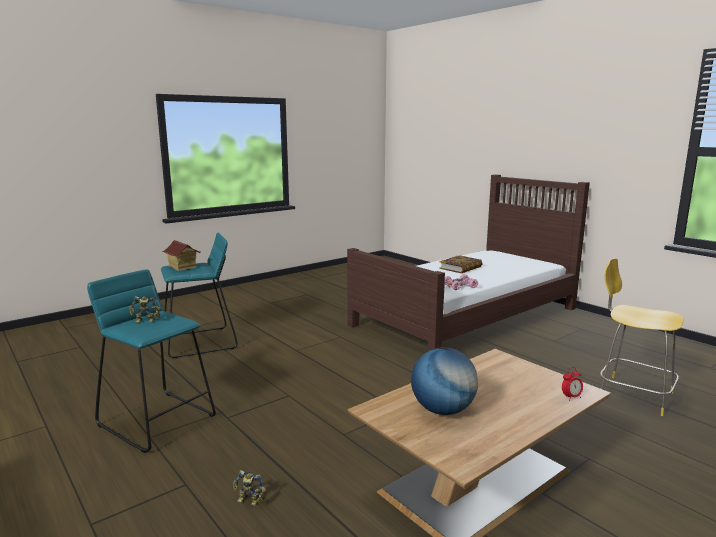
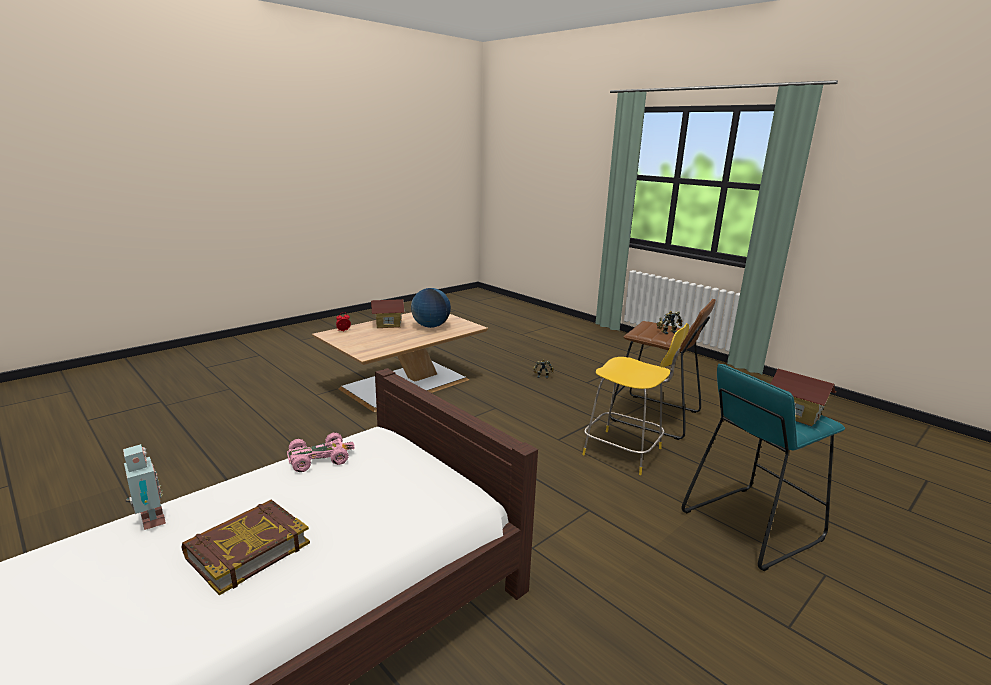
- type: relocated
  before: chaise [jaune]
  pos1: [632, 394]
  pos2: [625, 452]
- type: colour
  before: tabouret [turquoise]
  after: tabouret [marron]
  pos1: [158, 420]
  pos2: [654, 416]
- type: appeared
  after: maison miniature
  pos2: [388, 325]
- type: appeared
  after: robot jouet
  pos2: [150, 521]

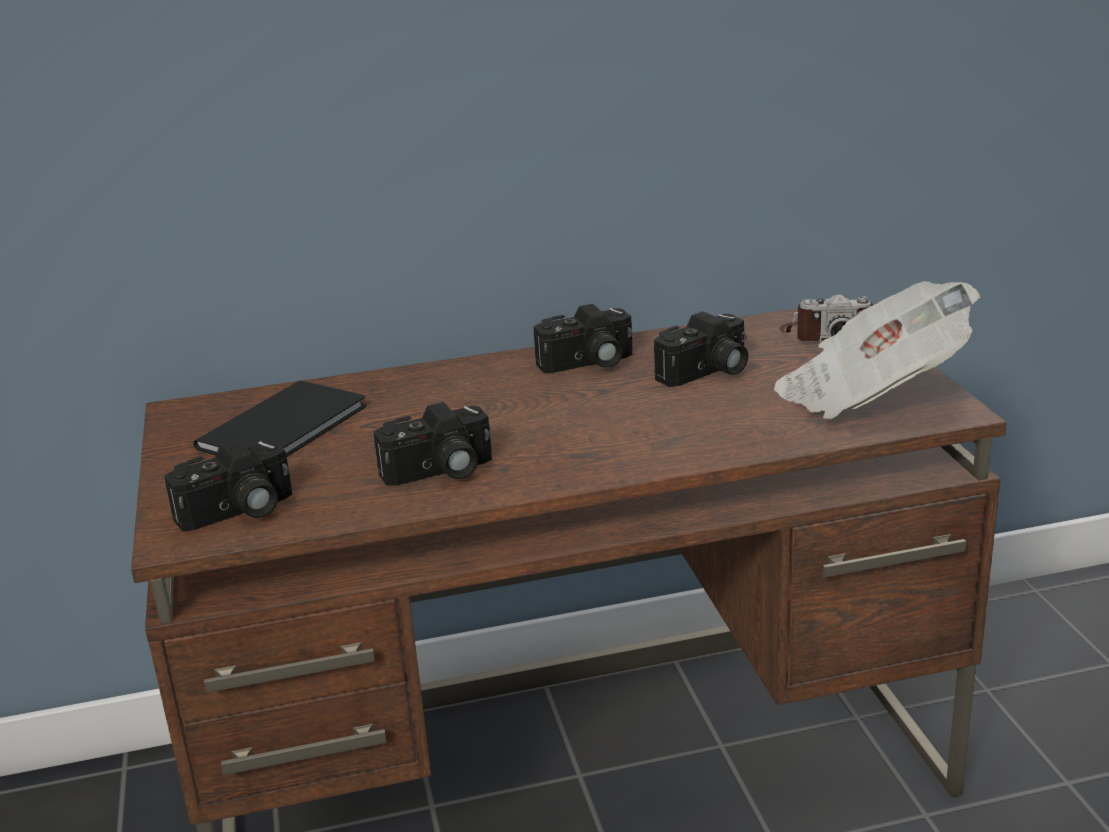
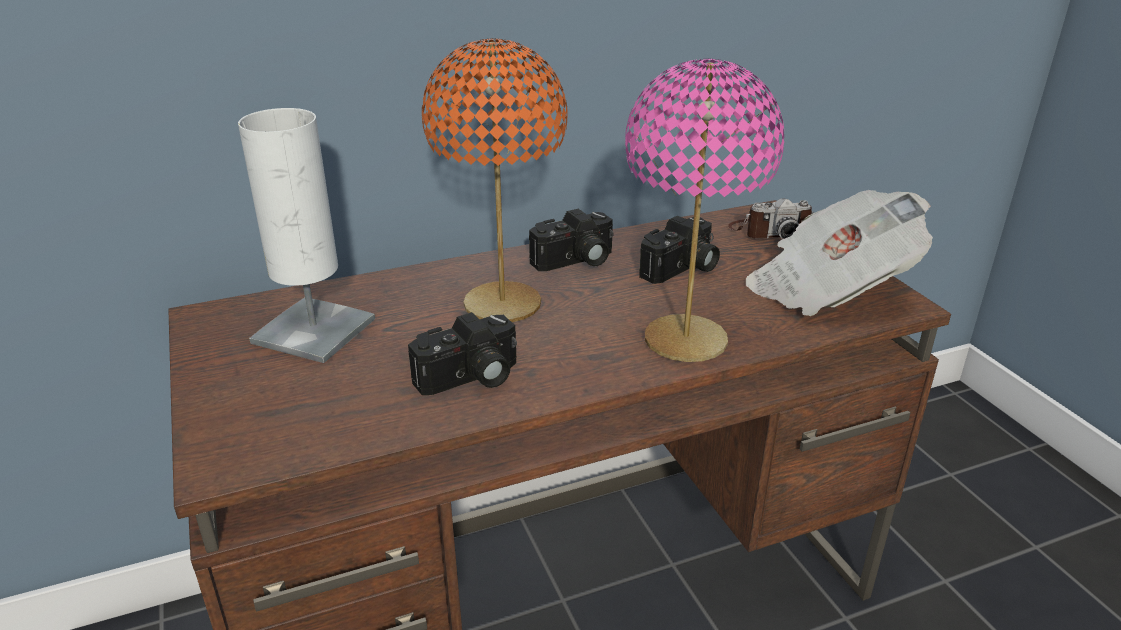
- type: exchanged
  before: livre [noir]
  after: lampe de table [blanc]
  pos1: [289, 426]
  pos2: [314, 331]
- type: missing
  before: appareil photo
  pos1: [238, 512]
- type: appeared
  after: lampe de table [orange]
  pos2: [501, 305]
- type: appeared
  after: lampe de table [rose]
  pos2: [687, 341]

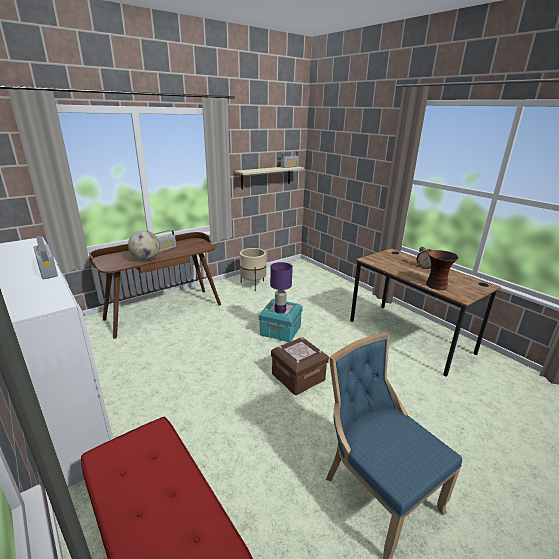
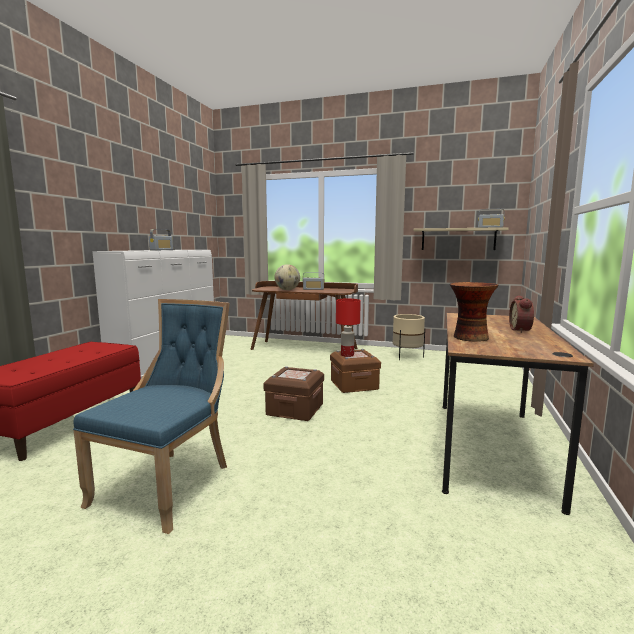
- type: colour
  before: lampe de table [violet]
  after: lampe de table [rouge]
  pos1: [280, 311]
  pos2: [347, 355]
- type: colour
  before: boîte de rangement [turquoise]
  after: boîte de rangement [marron]
  pos1: [280, 330]
  pos2: [354, 385]

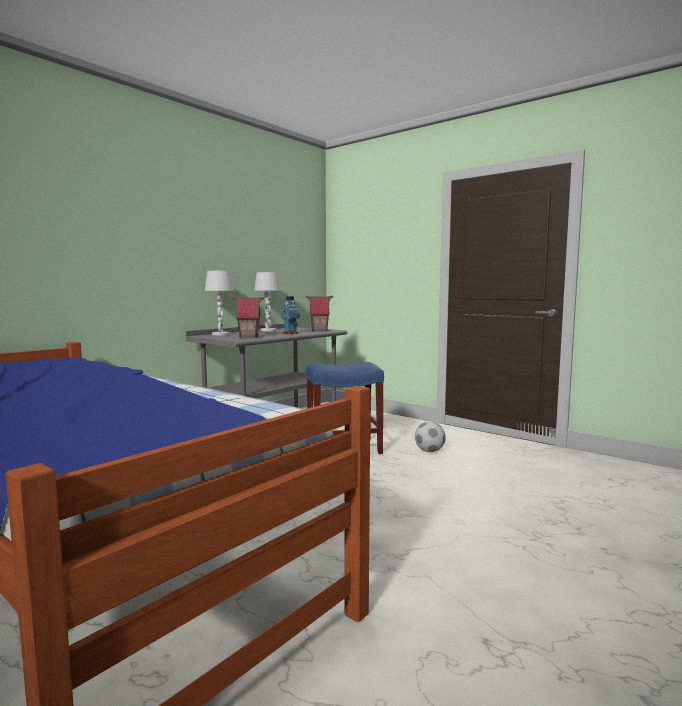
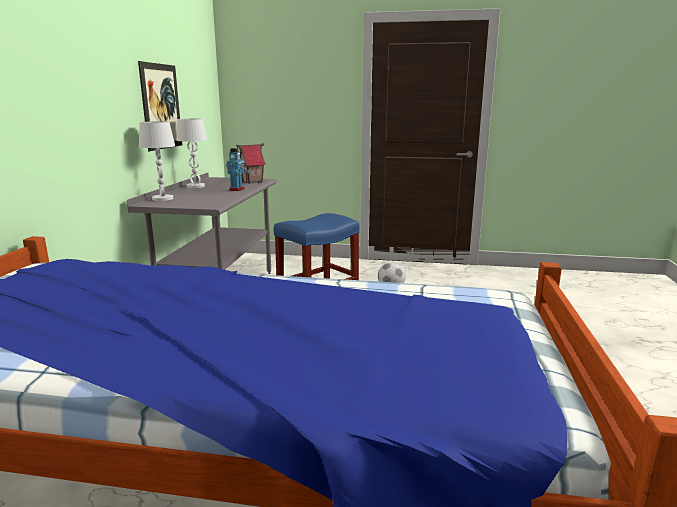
- type: missing
  before: maison miniature
  pos1: [248, 337]
- type: appeared
  after: tableau
  pos2: [161, 106]

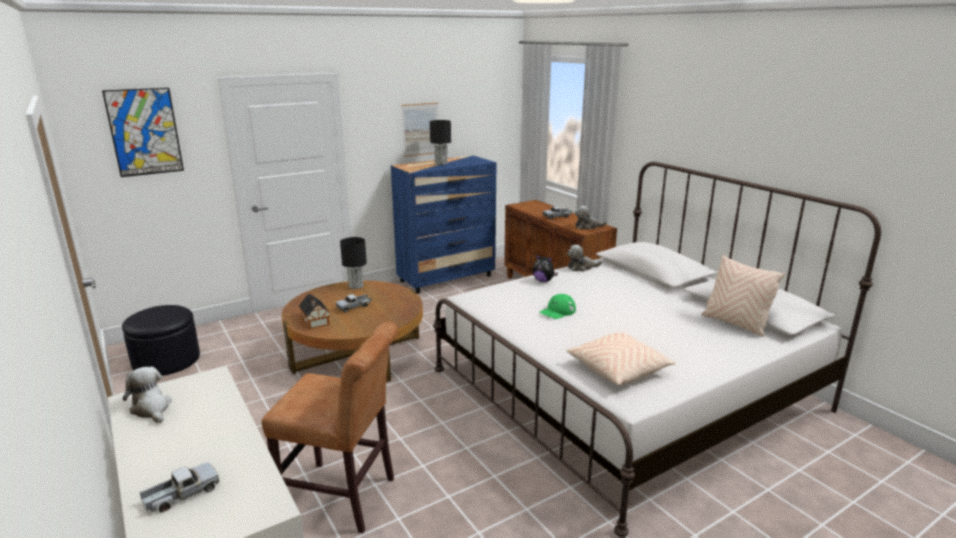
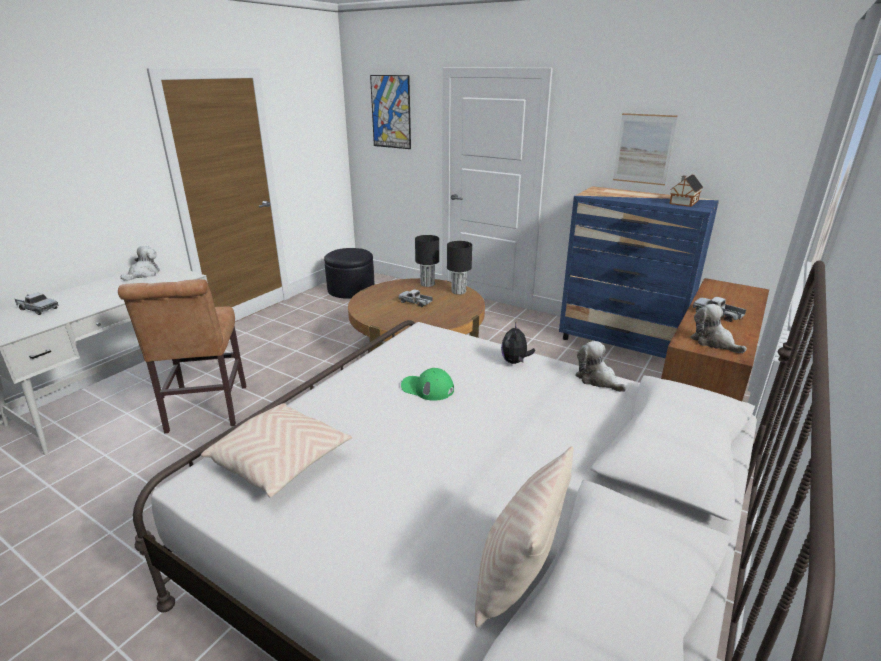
- type: relocated
  before: lampe de table [noir]
  pos1: [441, 163]
  pos2: [427, 284]
- type: relocated
  before: maison miniature
  pos1: [315, 321]
  pos2: [683, 202]

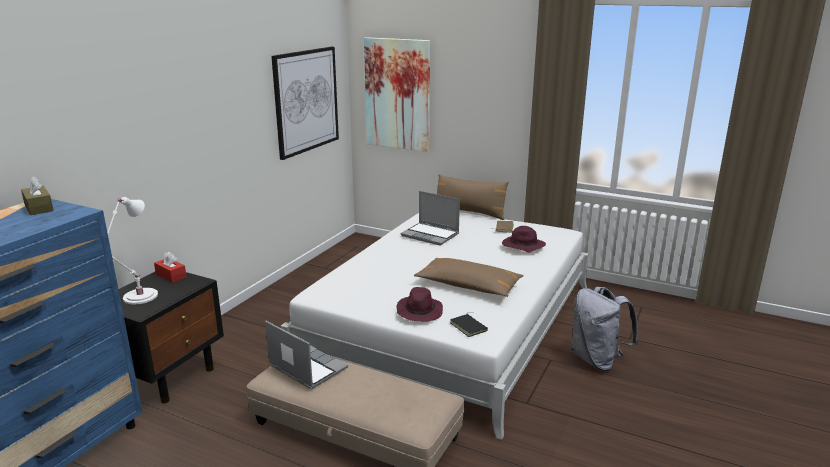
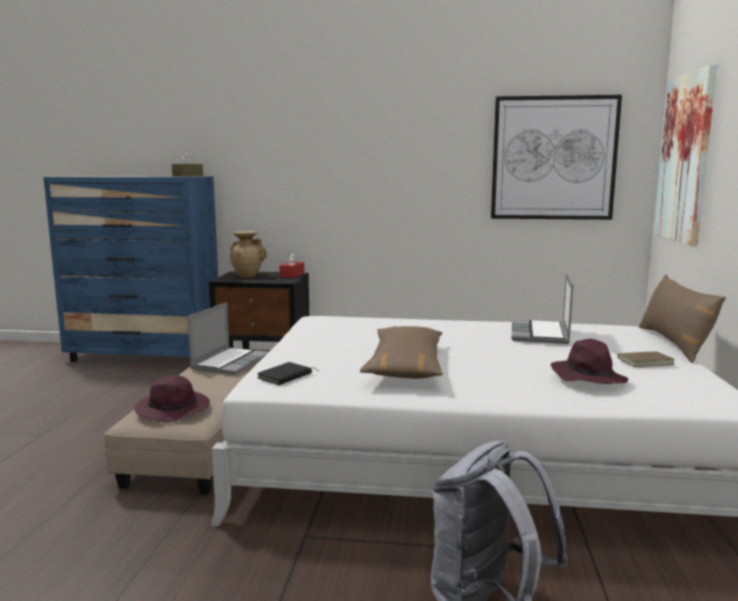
- type: exchanged
  before: lampe de table [blanc]
  after: vase [beige]
  pos1: [138, 298]
  pos2: [247, 276]
- type: relocated
  before: chapeau [violet]
  pos1: [419, 312]
  pos2: [174, 410]

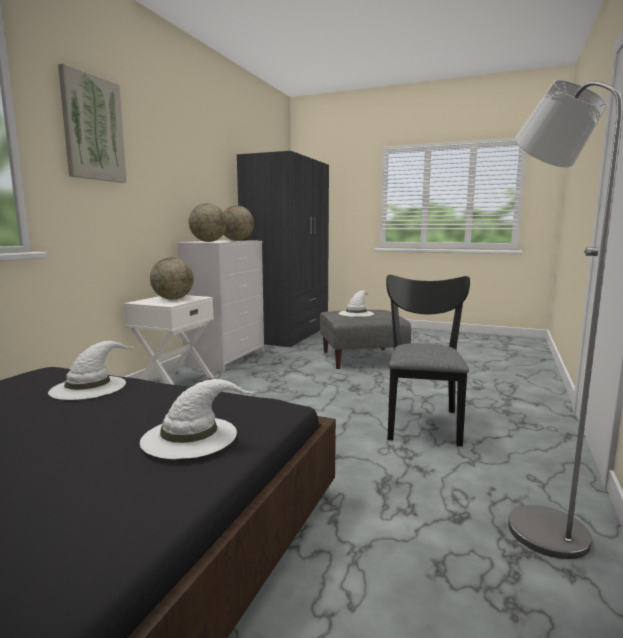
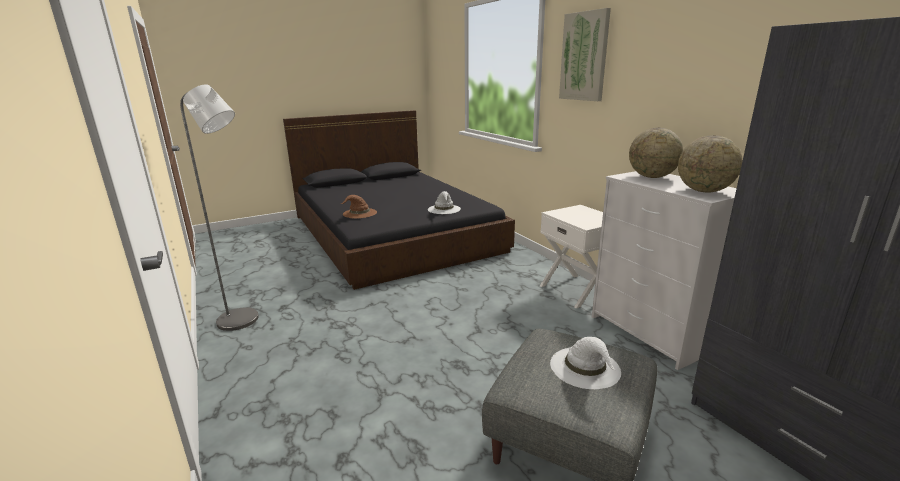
- type: missing
  before: globe
  pos1: [173, 299]
- type: missing
  before: chaise [noir]
  pos1: [422, 421]
- type: colour
  before: chapeau [blanc]
  after: chapeau [marron]
  pos1: [191, 436]
  pos2: [359, 213]

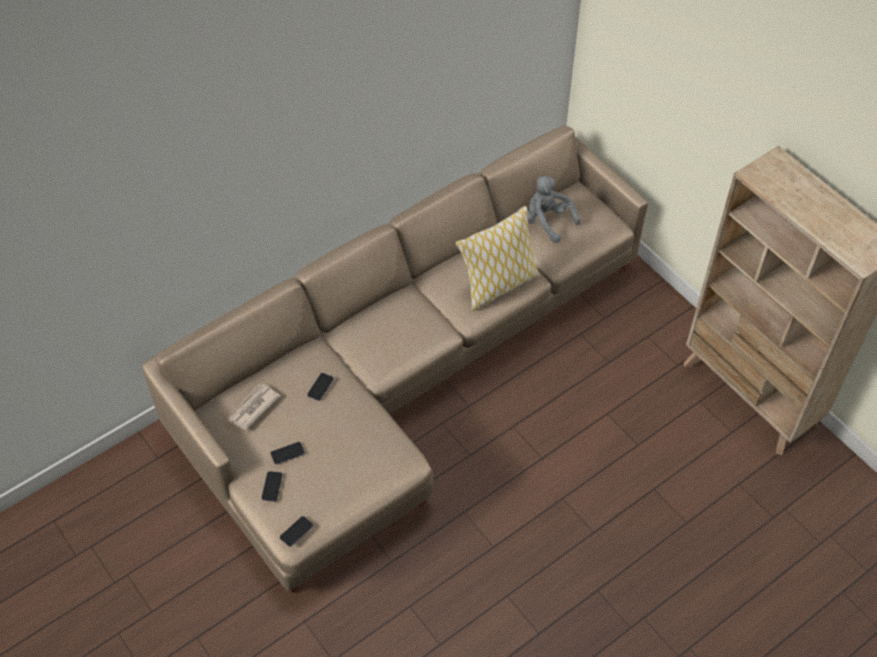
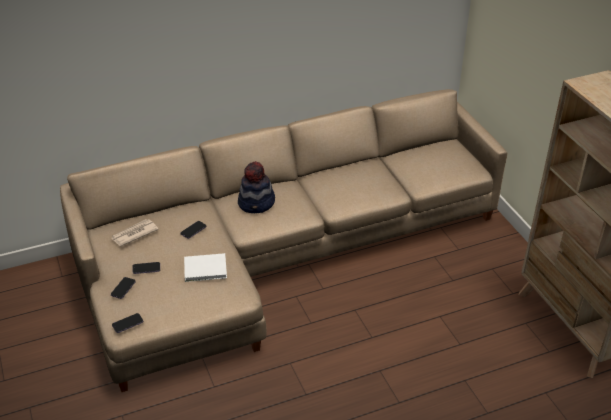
- type: missing
  before: peluche [gris]
  pos1: [547, 221]
- type: missing
  before: coussin
  pos1: [498, 285]
- type: appeared
  after: chapeau
  pos2: [257, 203]
- type: appeared
  after: livre [blanc]
  pos2: [206, 269]

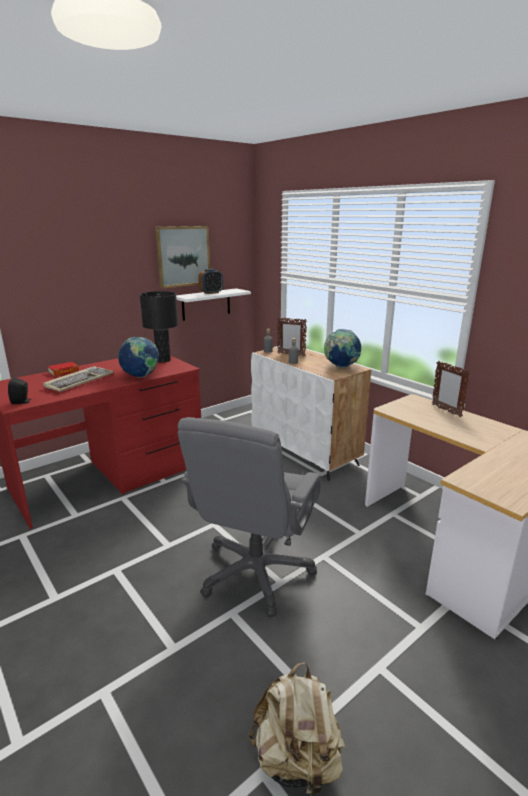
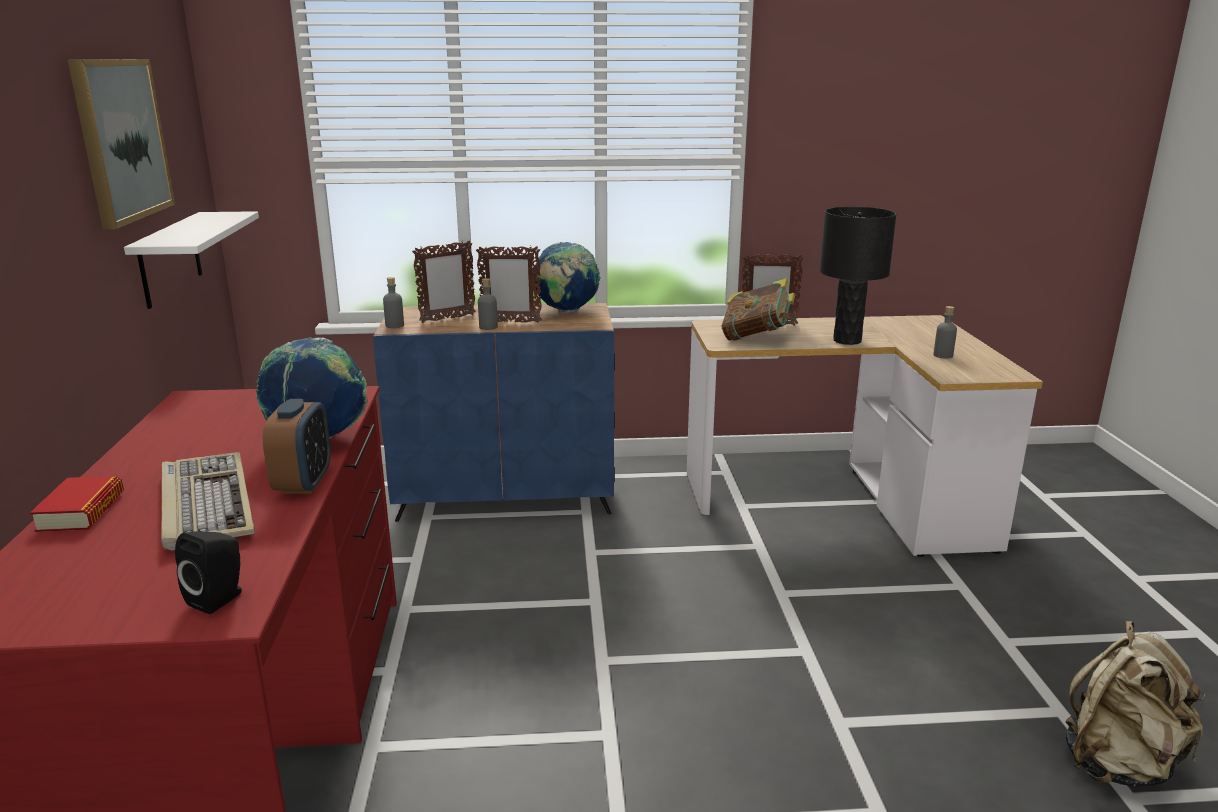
- type: relocated
  before: réveil
  pos1: [211, 293]
  pos2: [304, 483]
- type: relocated
  before: lampe de table [noir]
  pos1: [163, 360]
  pos2: [846, 340]
- type: colour
  before: meuble de rangement [blanc]
  after: meuble de rangement [bleu]
  pos1: [305, 452]
  pos2: [507, 497]
- type: missing
  before: chaise de bureau [gris]
  pos1: [256, 572]
- type: appeared
  after: cadre photo
  pos2: [511, 322]
- type: appeared
  after: livre
  pos2: [756, 338]
- type: appeared
  after: bouteille [gris]
  pos2: [943, 355]

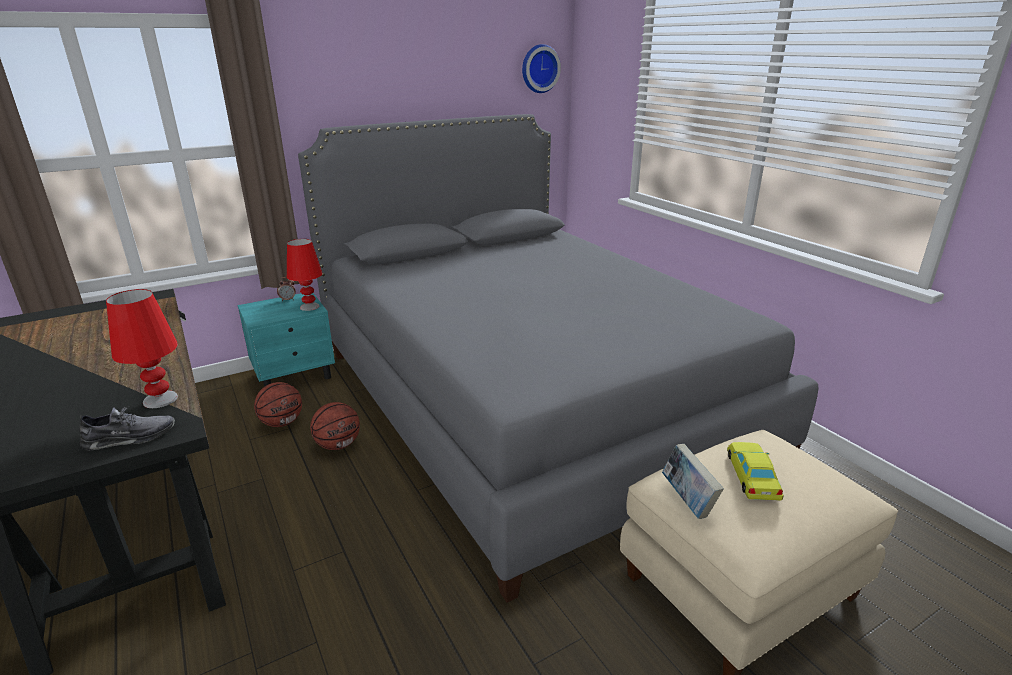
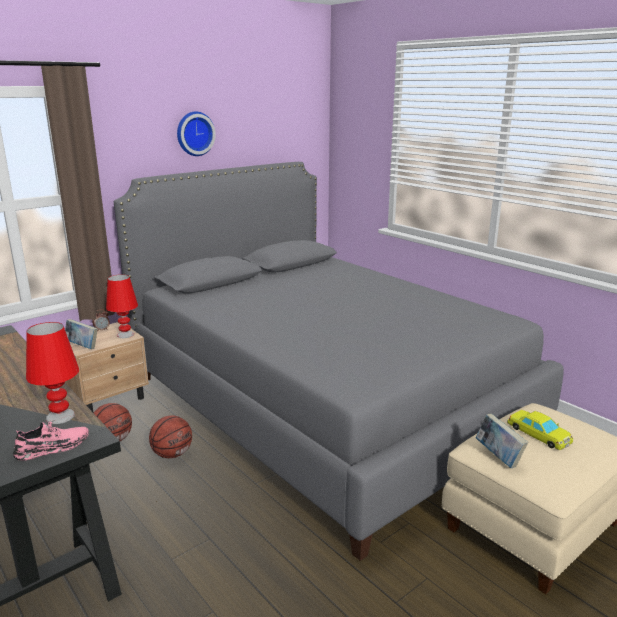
- type: relocated
  before: horloge murale
  pos1: [539, 68]
  pos2: [194, 133]
- type: colour
  before: table de chevet [turquoise]
  after: table de chevet [beige]
  pos1: [295, 375]
  pos2: [109, 398]
- type: colour
  before: chaussure [gris]
  after: chaussure [rose]
  pos1: [130, 437]
  pos2: [53, 448]
- type: spun
  before: petite voiture [jaune]
  pos1: [752, 475]
  pos2: [539, 434]
  turn: 150
- type: appeared
  after: livre
  pos2: [82, 346]

